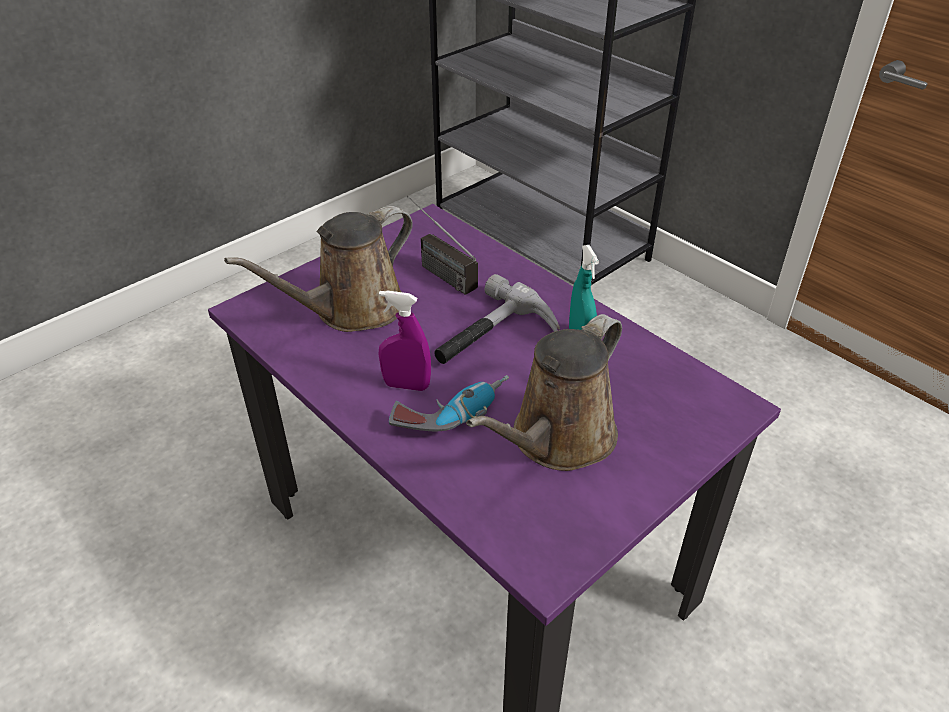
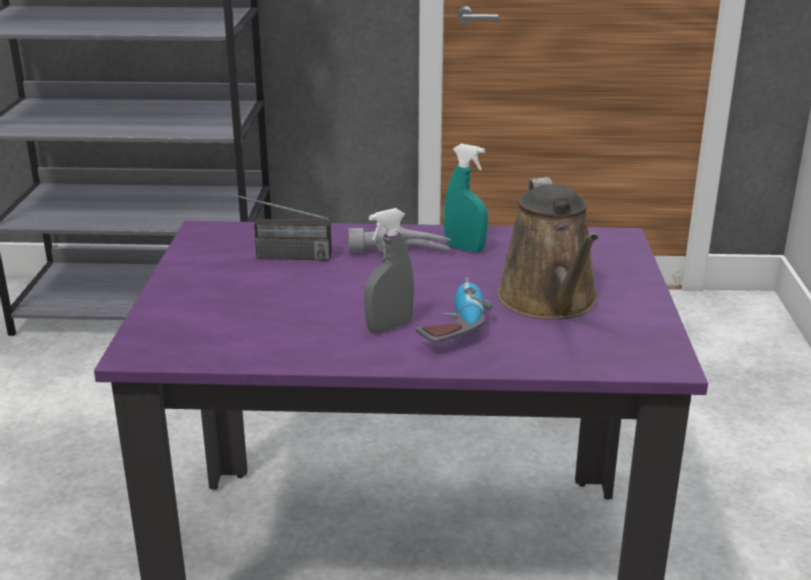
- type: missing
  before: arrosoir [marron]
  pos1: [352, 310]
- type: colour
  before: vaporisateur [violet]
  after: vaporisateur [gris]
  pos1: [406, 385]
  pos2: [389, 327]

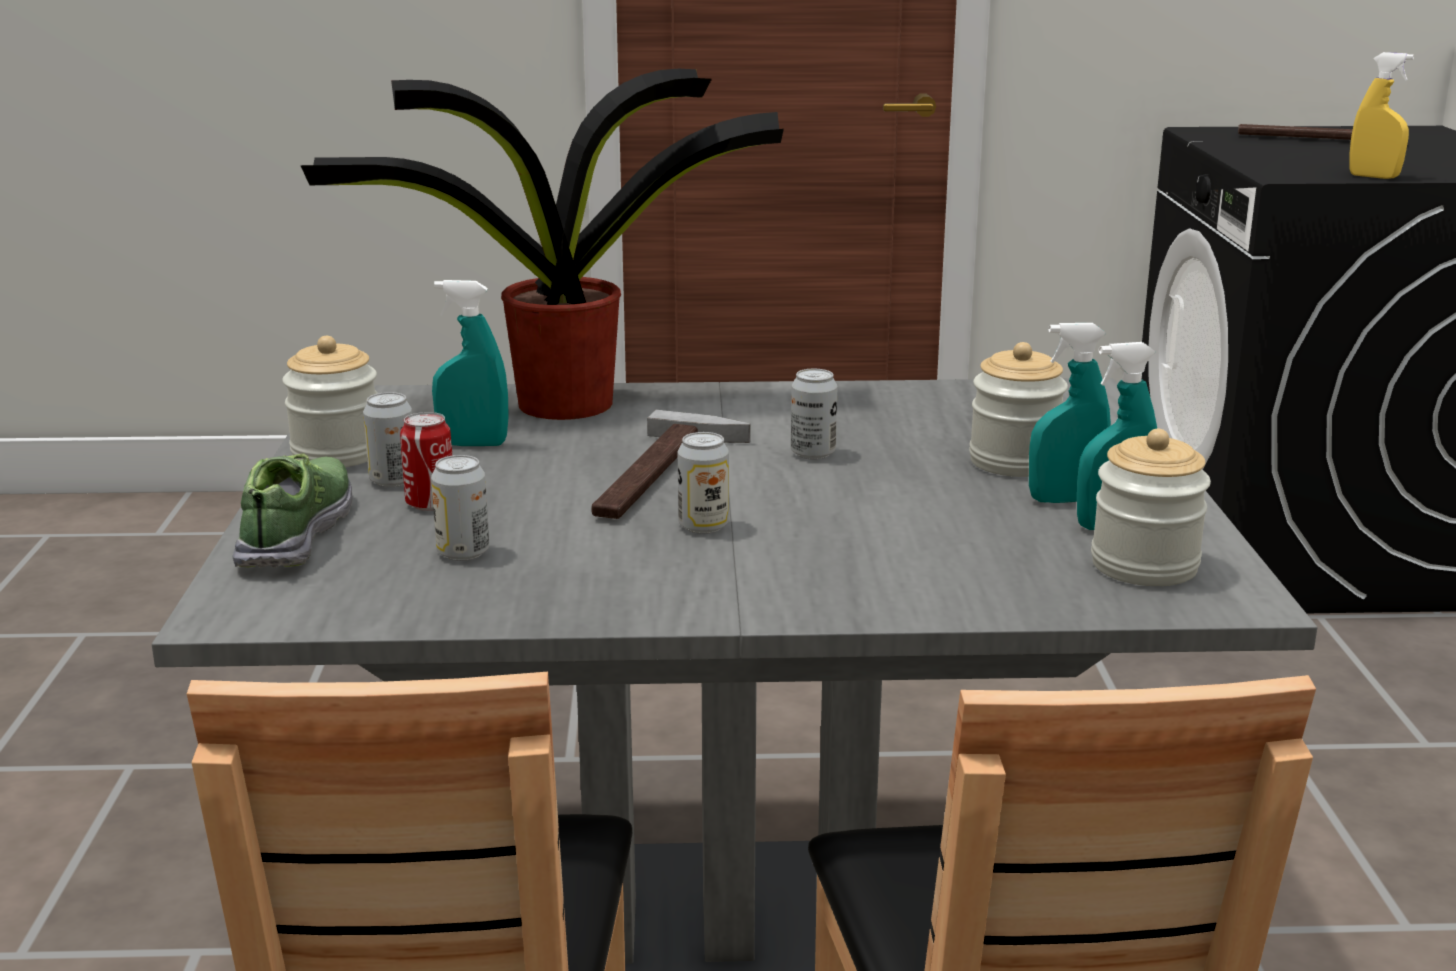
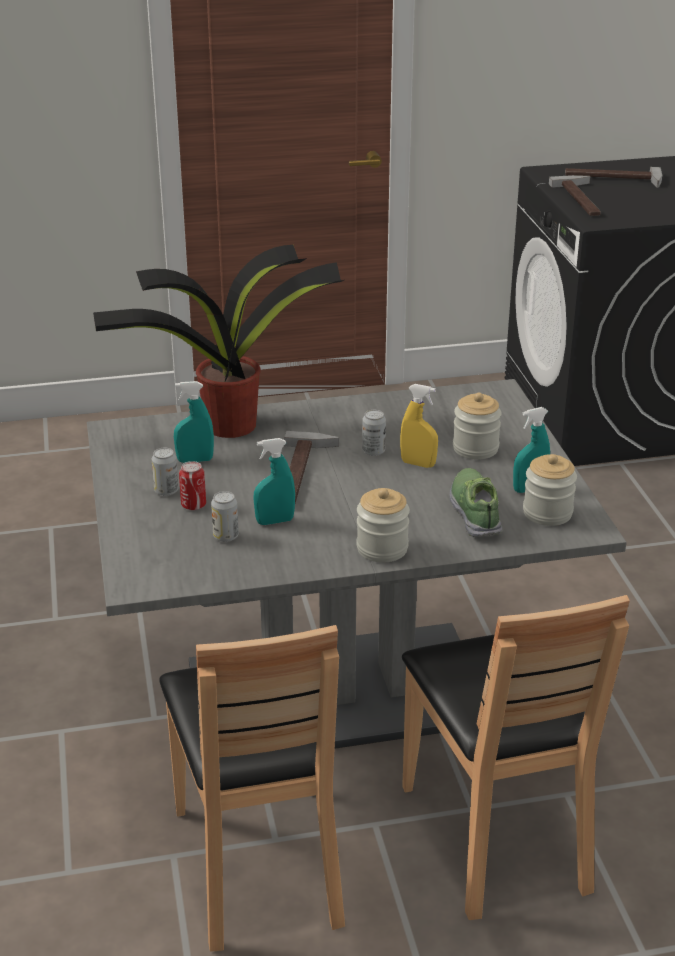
- type: relocated
  before: vaporisateur [jaune]
  pos1: [1373, 176]
  pos2: [418, 464]
- type: relocated
  before: vaporisateur [turquoise]
  pos1: [1065, 500]
  pos2: [275, 521]
- type: relocated
  before: bocal
  pos1: [337, 454]
  pos2: [382, 548]
- type: missing
  before: boîte métallique
  pos1: [703, 526]
- type: relocated
  before: chaussure
  pos1: [298, 532]
  pos2: [476, 512]
- type: appeared
  after: marteau
  pos2: [583, 199]

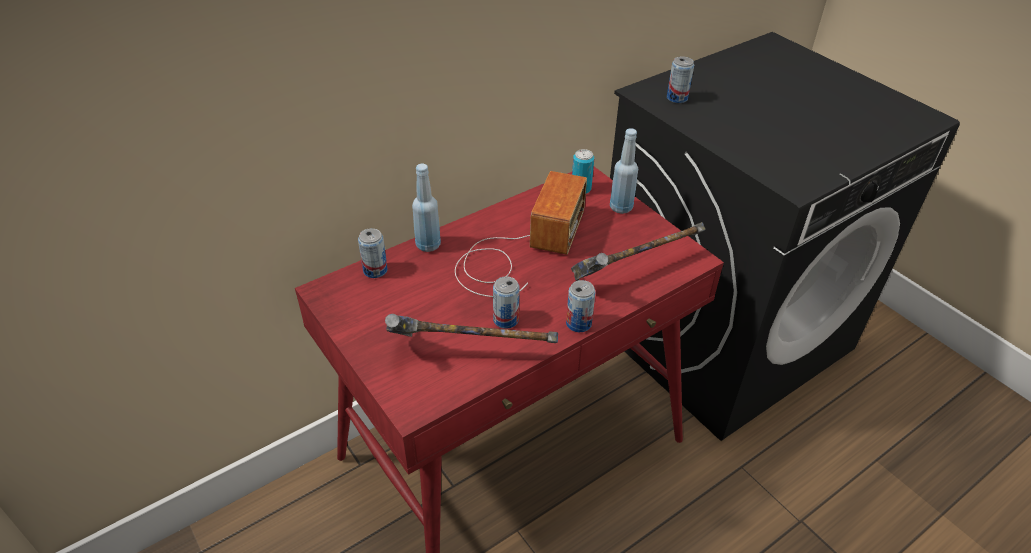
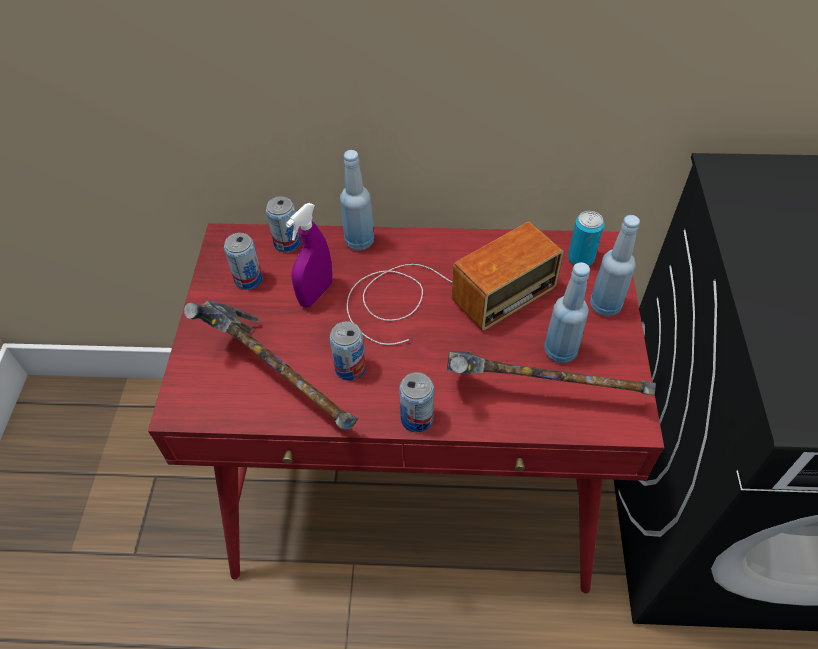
- type: relocated
  before: boîte métallique
  pos1: [677, 98]
  pos2: [248, 279]
- type: appeared
  after: vaporisateur [violet]
  pos2: [315, 294]
- type: appeared
  after: bouteille [bleu]
  pos2: [560, 351]

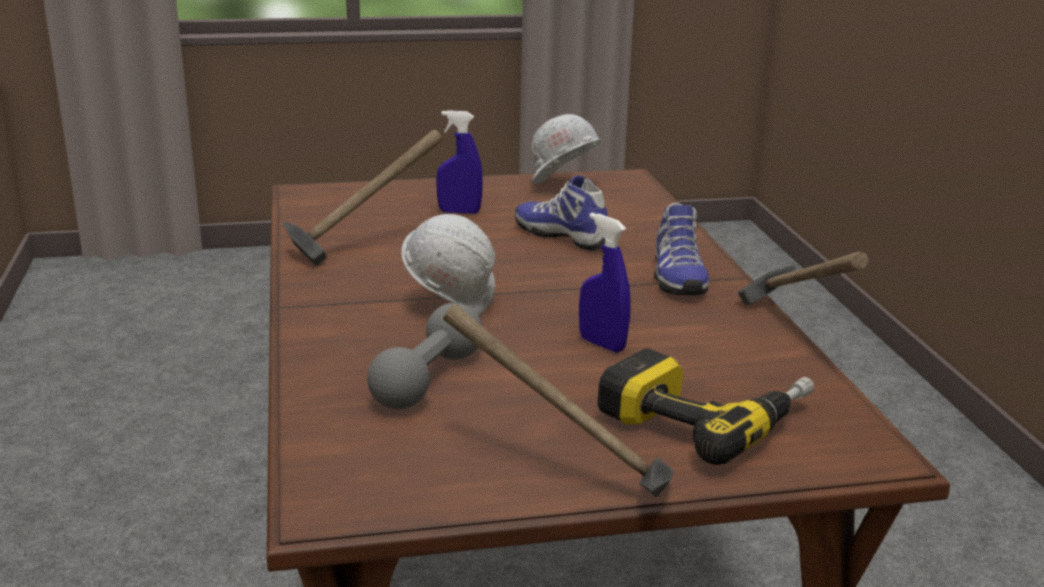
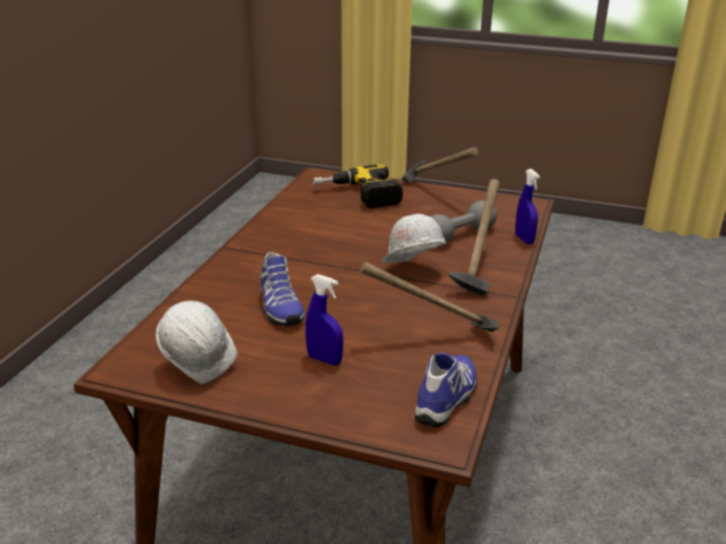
- type: relocated
  before: chaussure
  pos1: [676, 277]
  pos2: [448, 400]
- type: relocated
  before: vaporisateur [bleu]
  pos1: [602, 344]
  pos2: [524, 239]
- type: relocated
  before: marteau
  pos1: [796, 332]
  pos2: [476, 272]

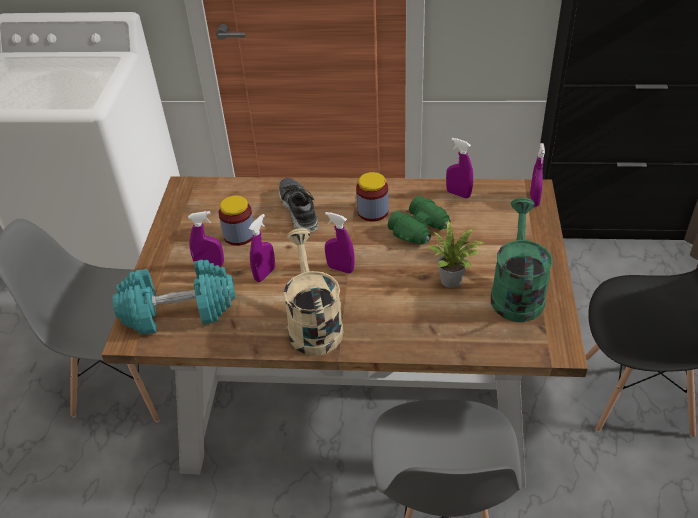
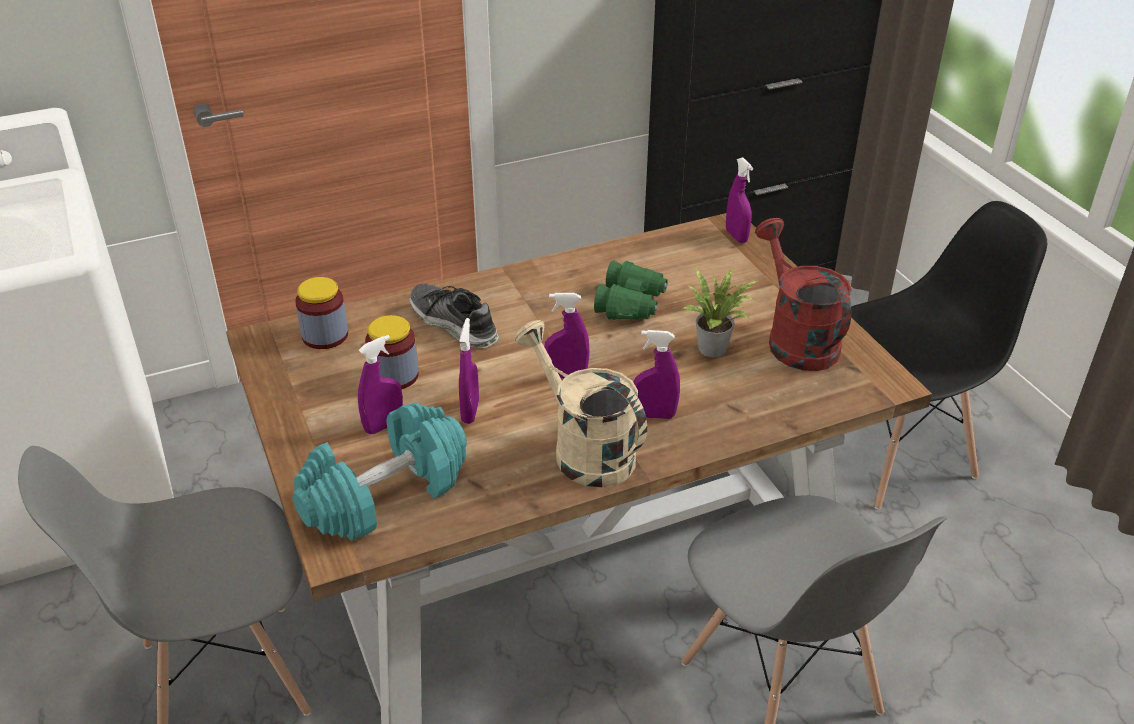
- type: relocated
  before: vaporisateur [violet]
  pos1: [458, 194]
  pos2: [654, 415]
- type: relocated
  before: bocal
  pos1: [372, 211]
  pos2: [325, 335]
- type: colour
  before: arrosoir [vert]
  after: arrosoir [rouge]
  pos1: [516, 292]
  pos2: [795, 339]

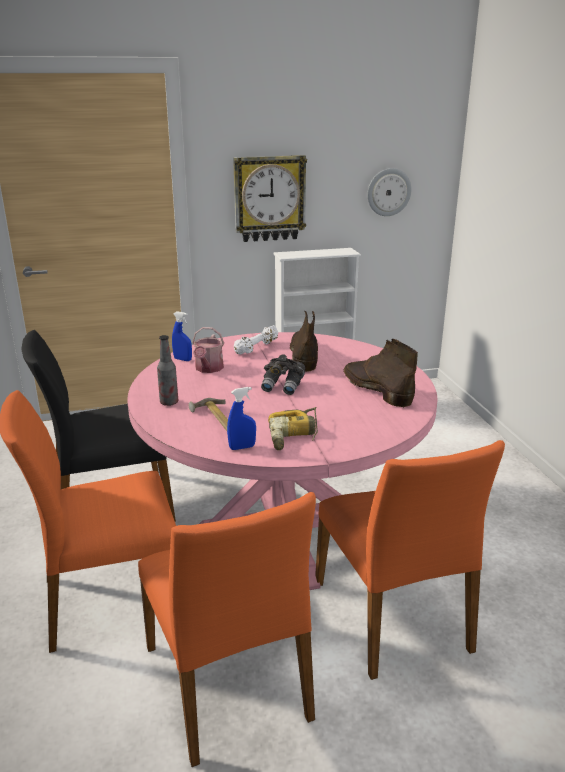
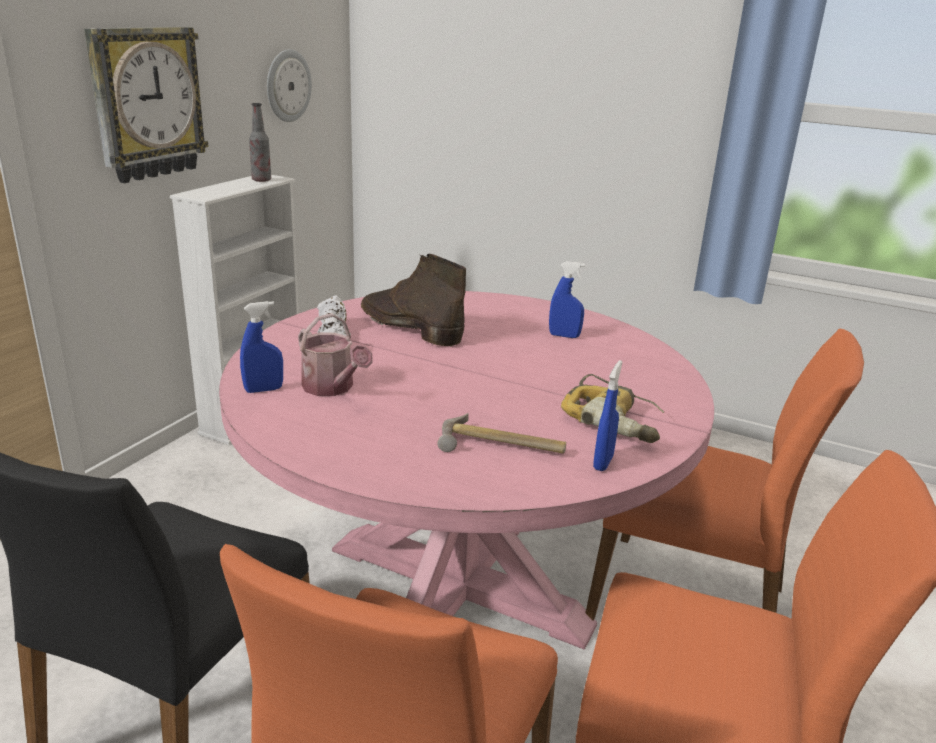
- type: relocated
  before: bouteille
  pos1: [169, 402]
  pos2: [261, 180]
- type: exchanged
  before: botte [marron]
  after: vaporisateur [bleu]
  pos1: [376, 389]
  pos2: [564, 336]
- type: missing
  before: jumelles [gris]
  pos1: [283, 386]

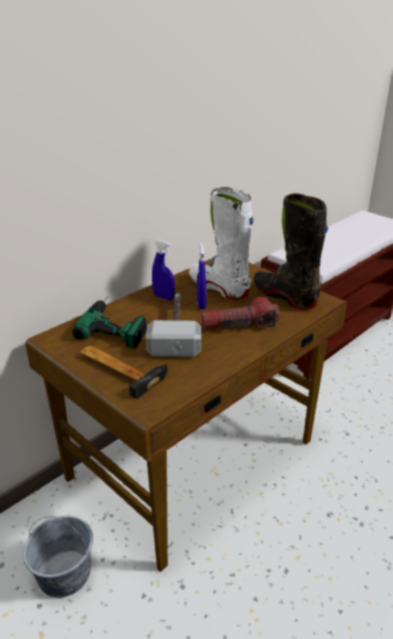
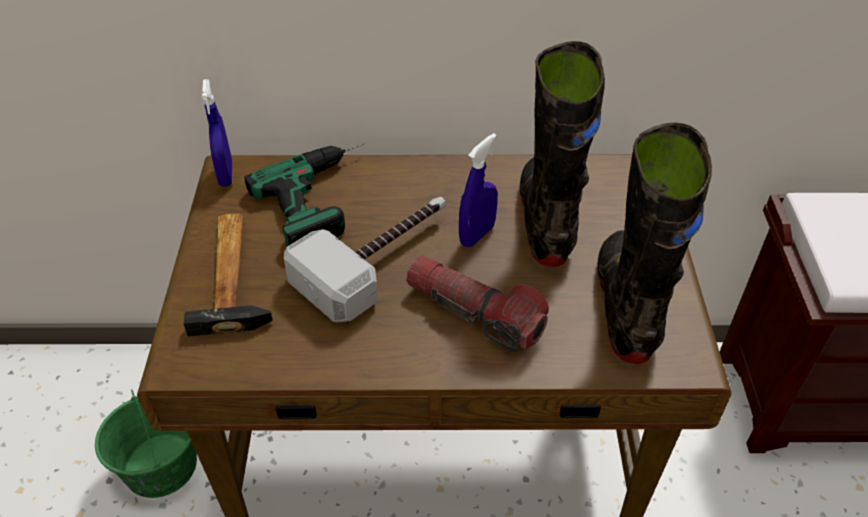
- type: colour
  before: botte [blanc]
  after: botte [noir]
  pos1: [219, 287]
  pos2: [546, 220]
- type: relocated
  before: vaporisateur [bleu]
  pos1: [163, 297]
  pos2: [226, 175]
- type: colour
  before: seau [gris]
  after: seau [vert]
  pos1: [64, 573]
  pos2: [161, 466]

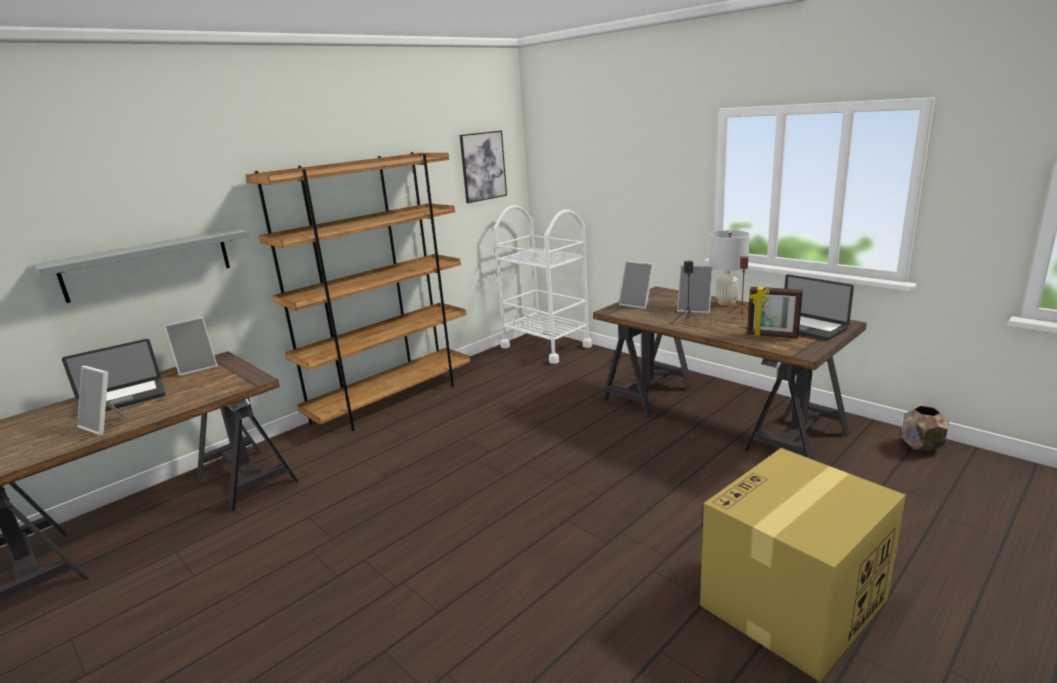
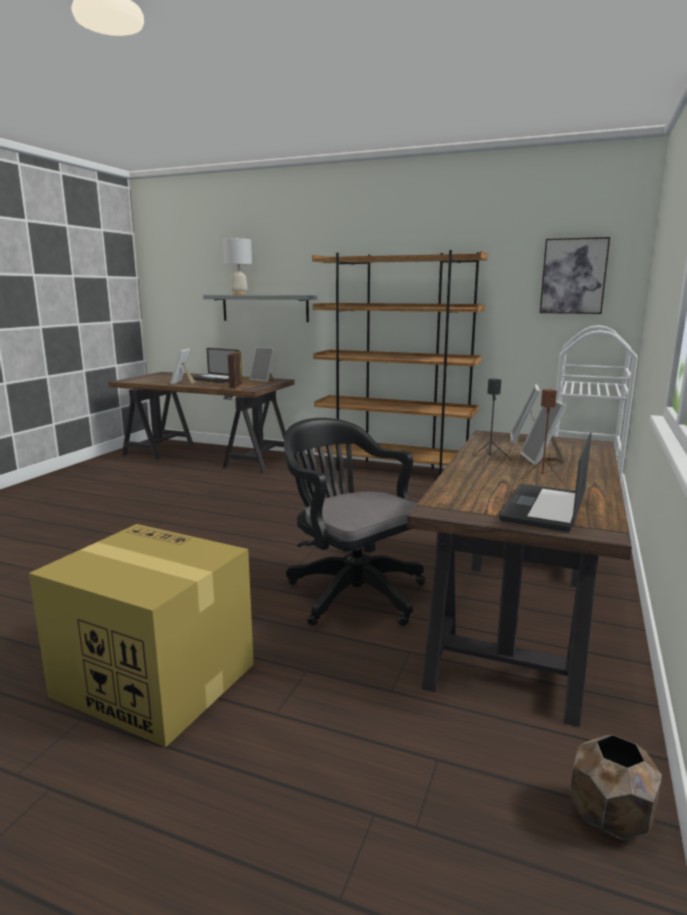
- type: relocated
  before: lampe de table [blanc]
  pos1: [726, 303]
  pos2: [239, 294]
- type: relocated
  before: cadre photo
  pos1: [772, 336]
  pos2: [235, 386]
- type: appeared
  after: chaise de bureau [noir]
  pos2: [351, 591]

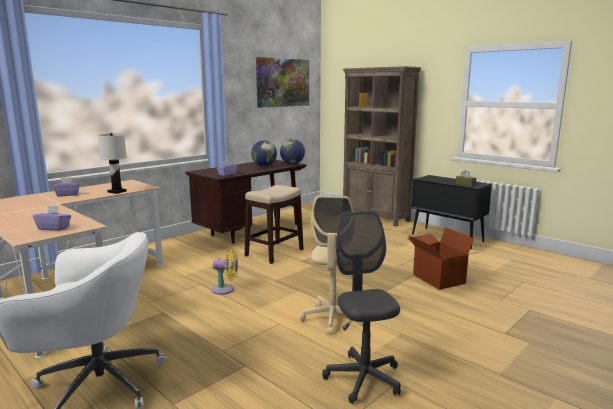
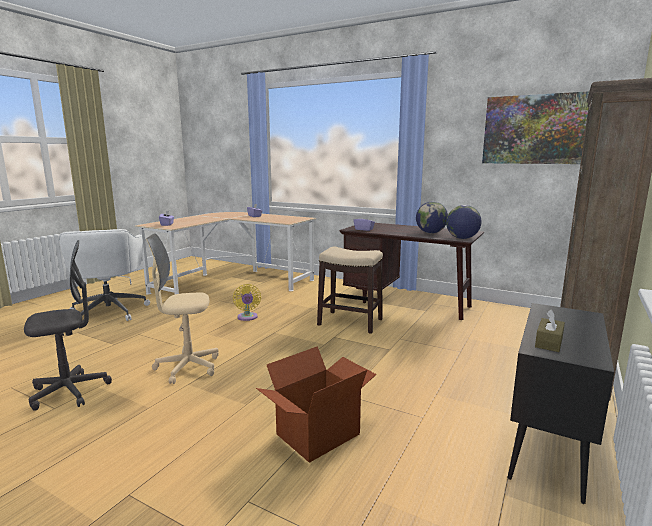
- type: missing
  before: lampe de table [blanc]
  pos1: [117, 191]

